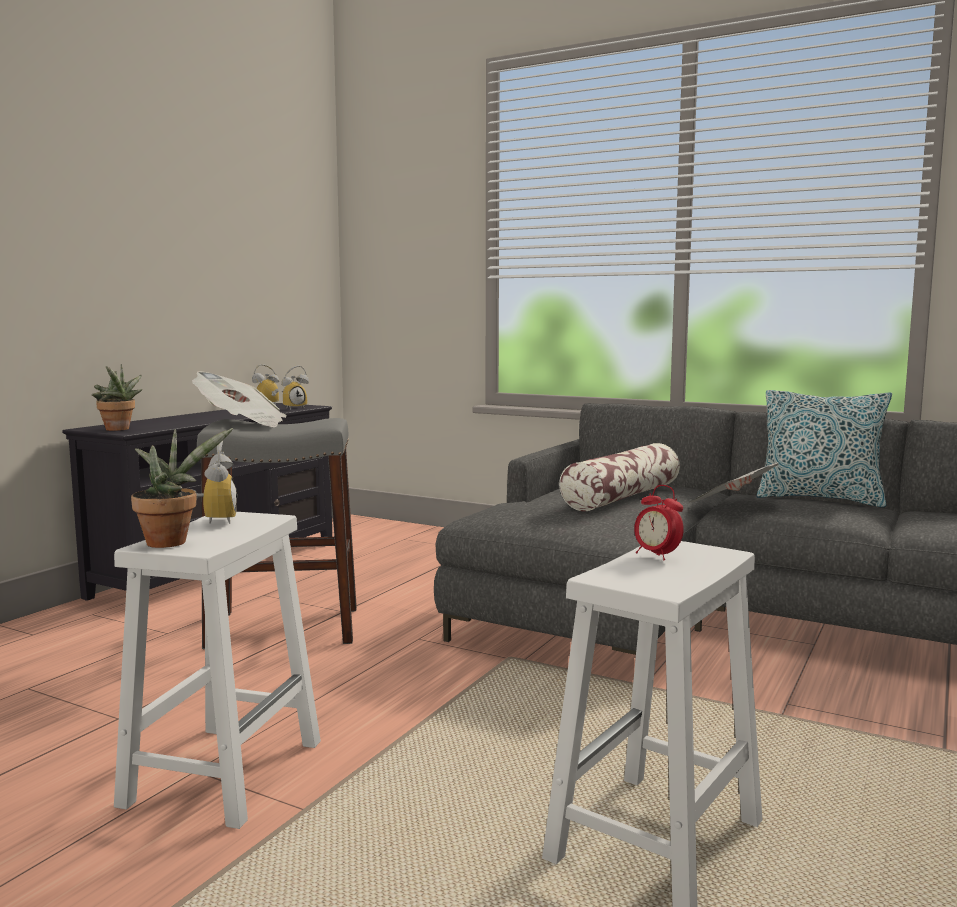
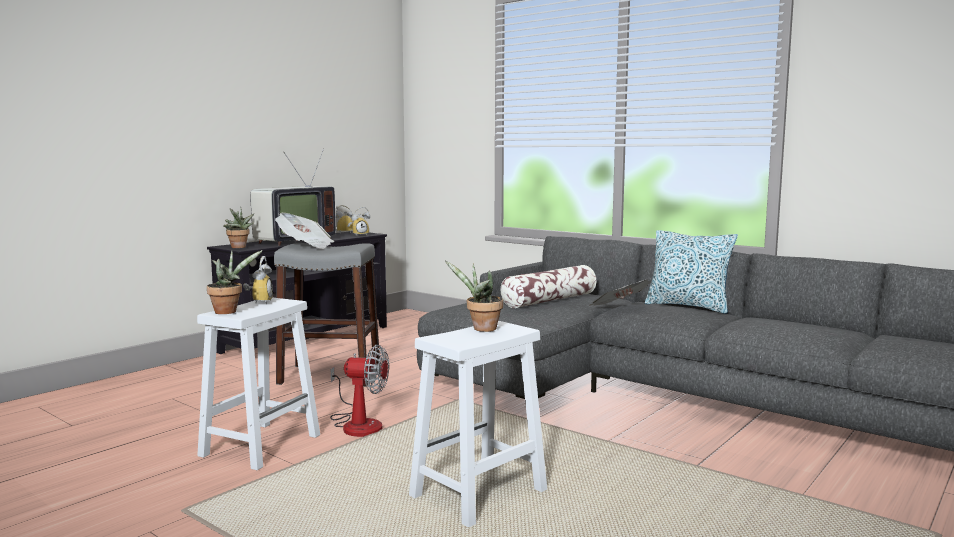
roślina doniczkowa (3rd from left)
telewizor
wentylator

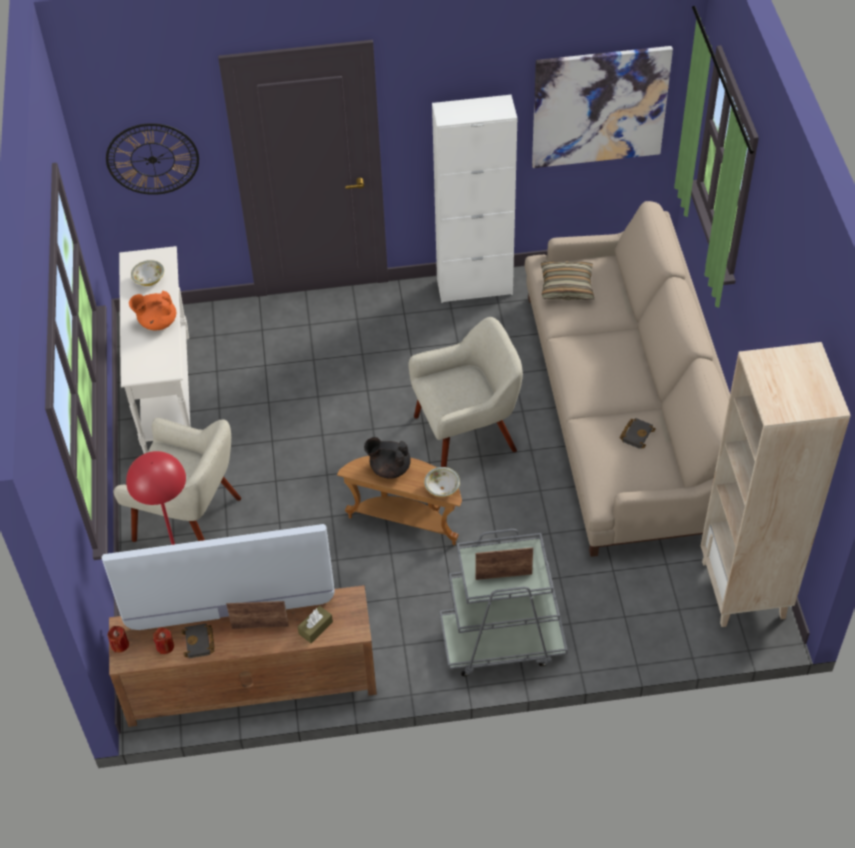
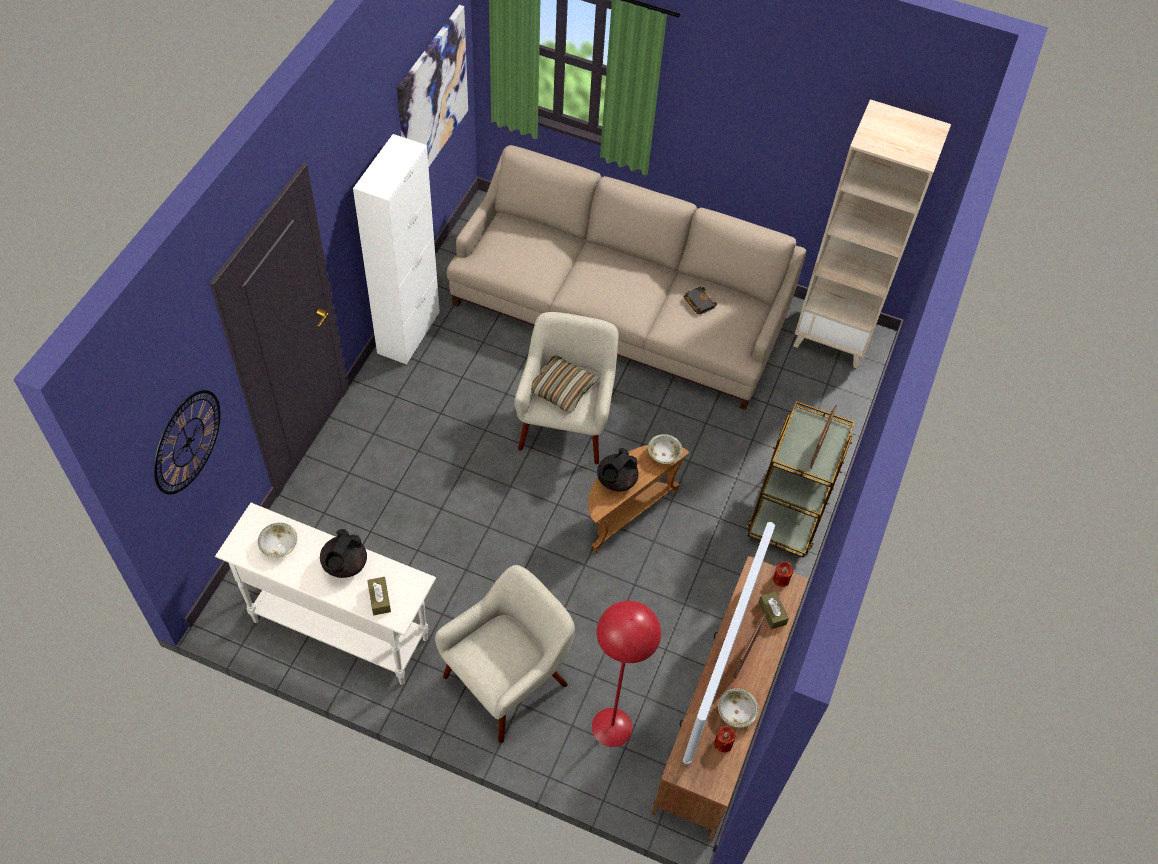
poduszka
imbryk (czarny) (1st from left)
wózek (brązowy)
miska (3rd from left)
świeca (czerwony) (2nd from left)
pudełko chusteczek (brązowy) (1st from left)

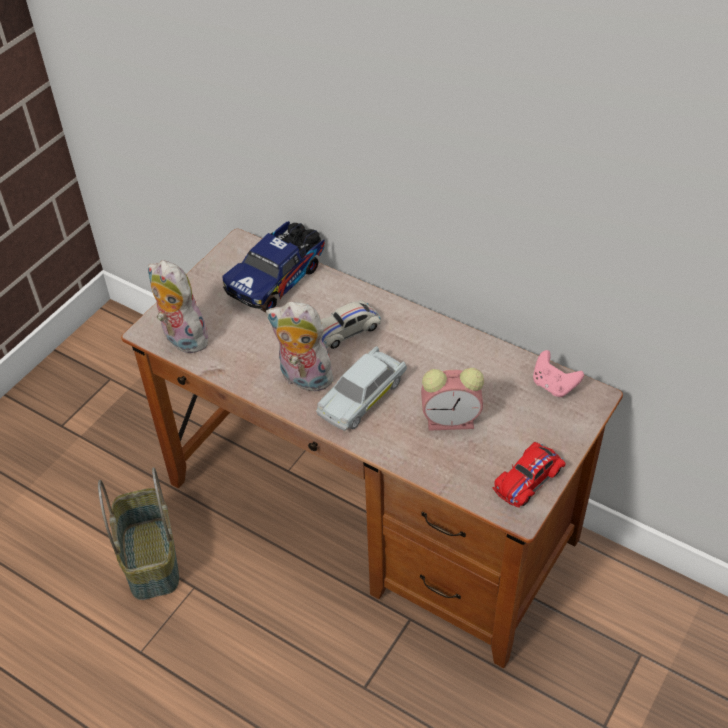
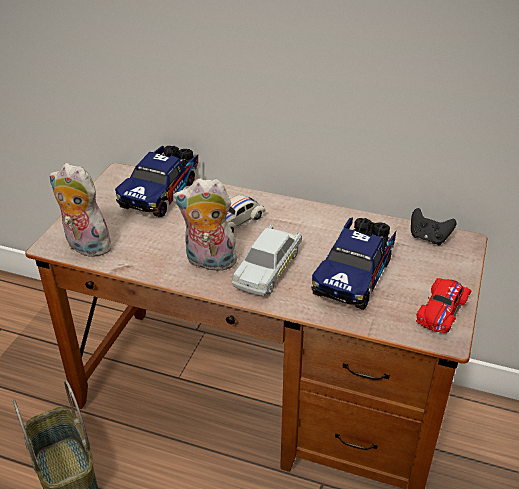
pad do gier (czarny)
ciężarówka zabawkowa (2nd from left)

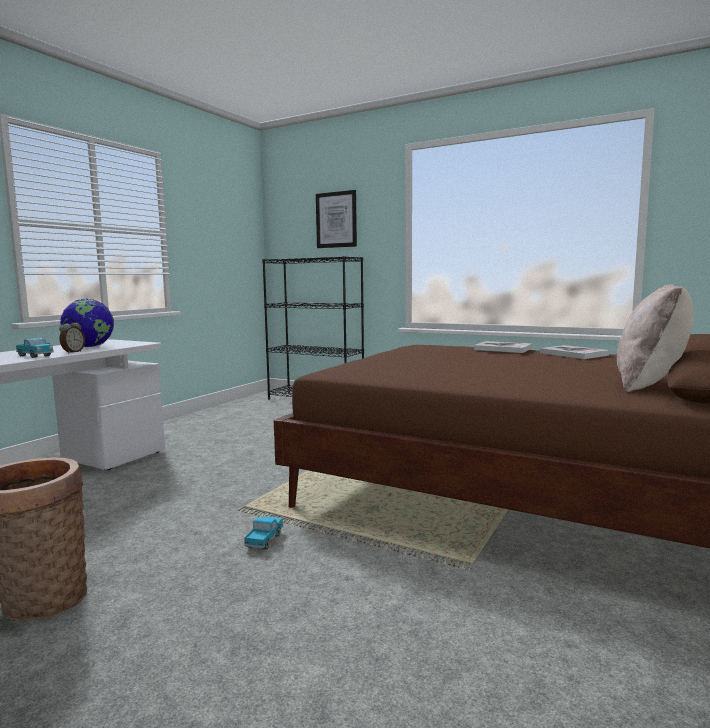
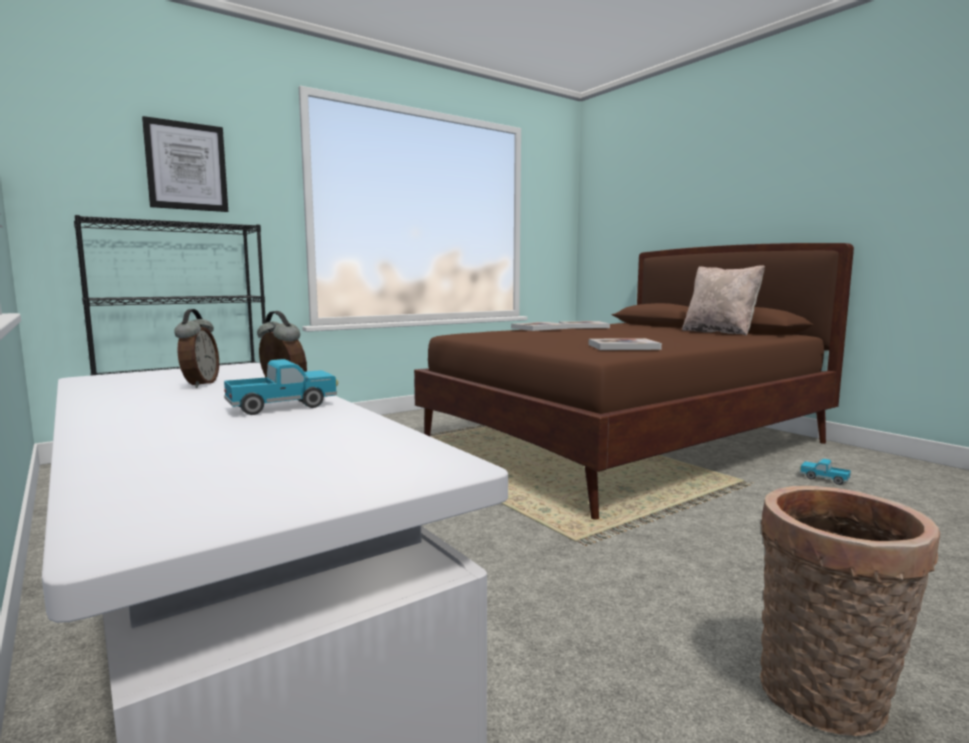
budzik (1st from left)
ciężarówka zabawkowa (2nd from left)
książka (3rd from left)

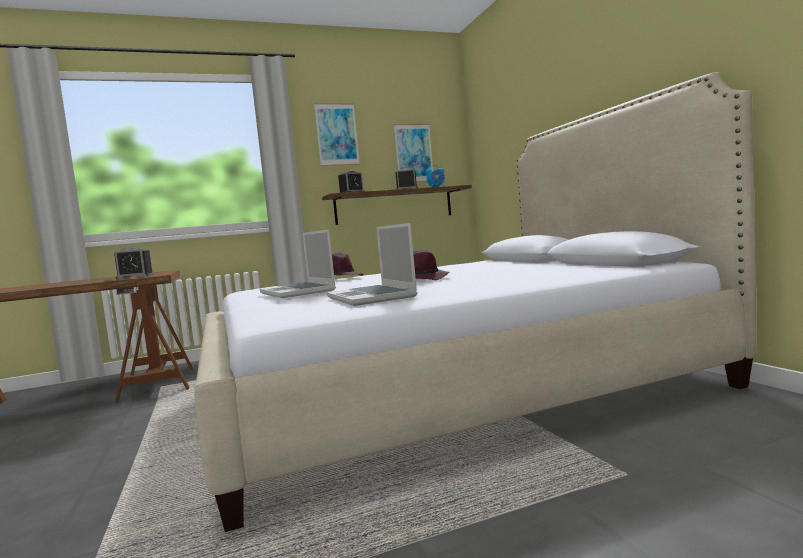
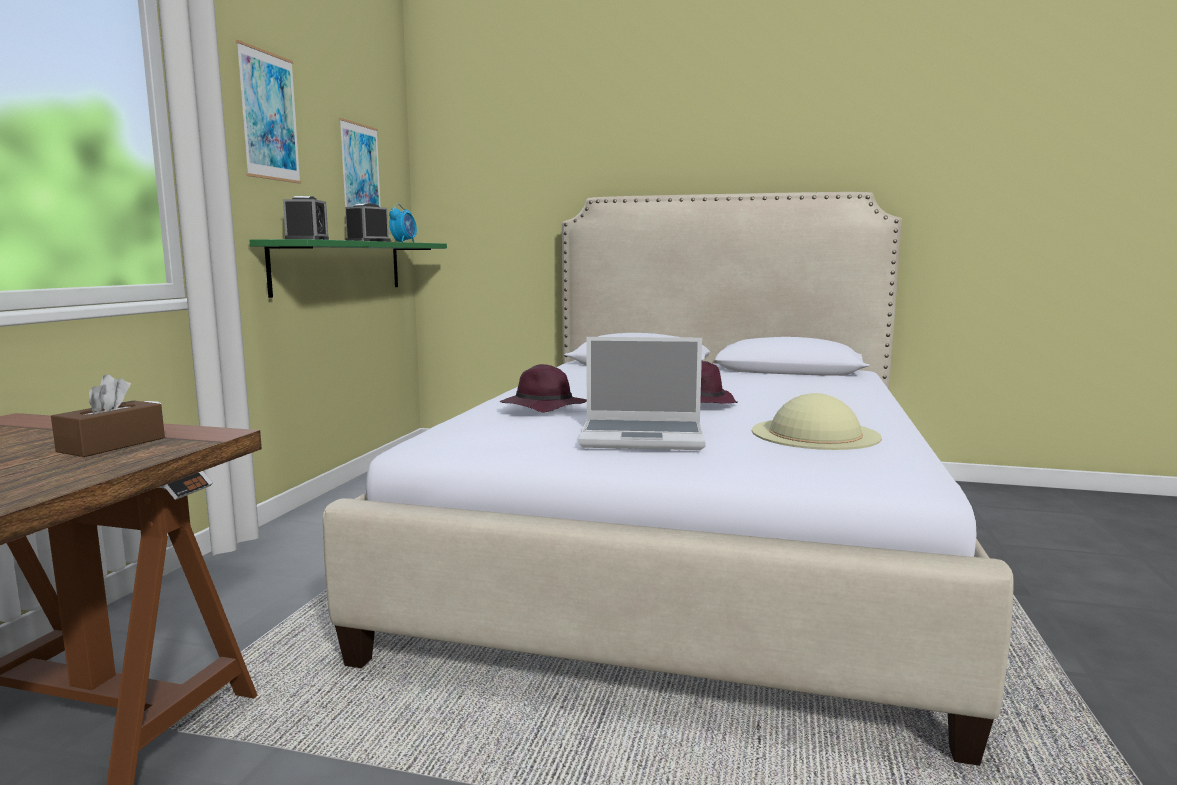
półka (zielony)
kapelusz (beżowy)
pudełko chusteczek (brązowy)

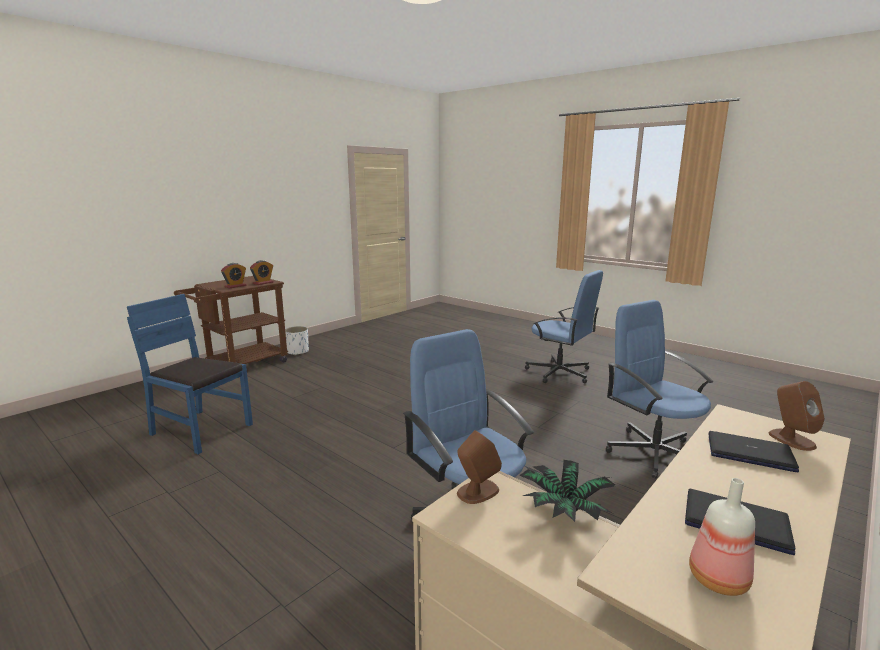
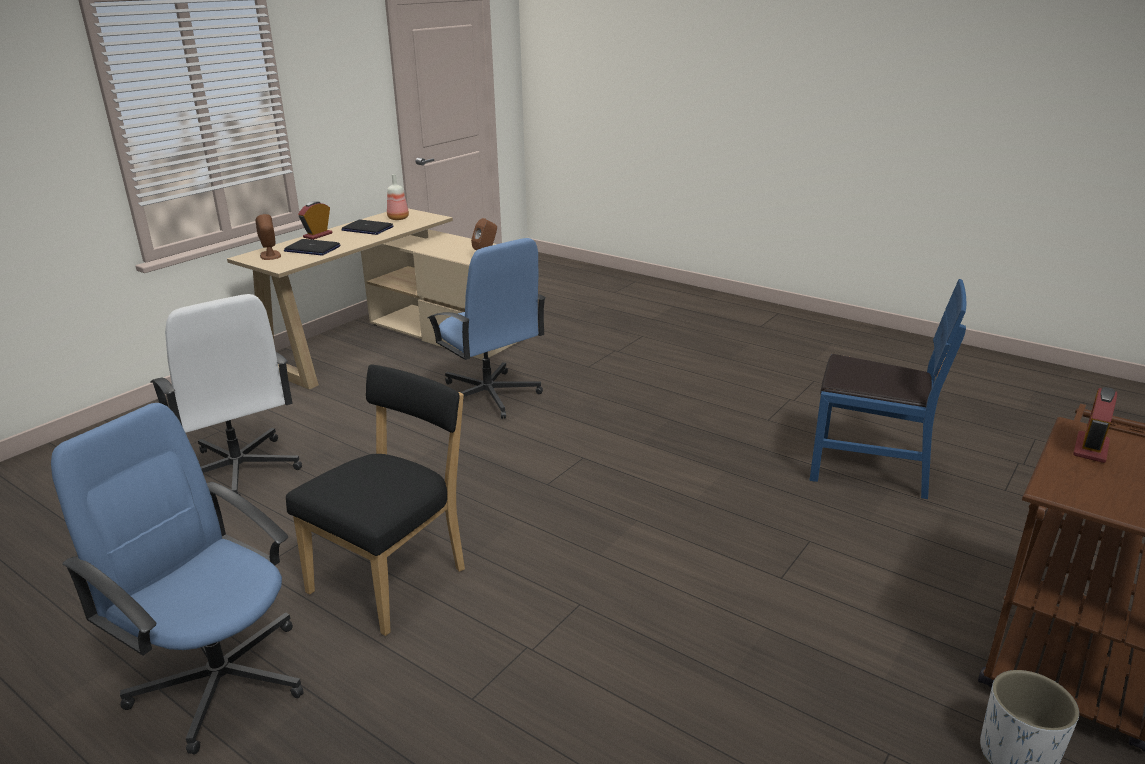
budzik (1st from left)
krzesło biurowe (biały)
roślina doniczkowa
krzesło (czarny)

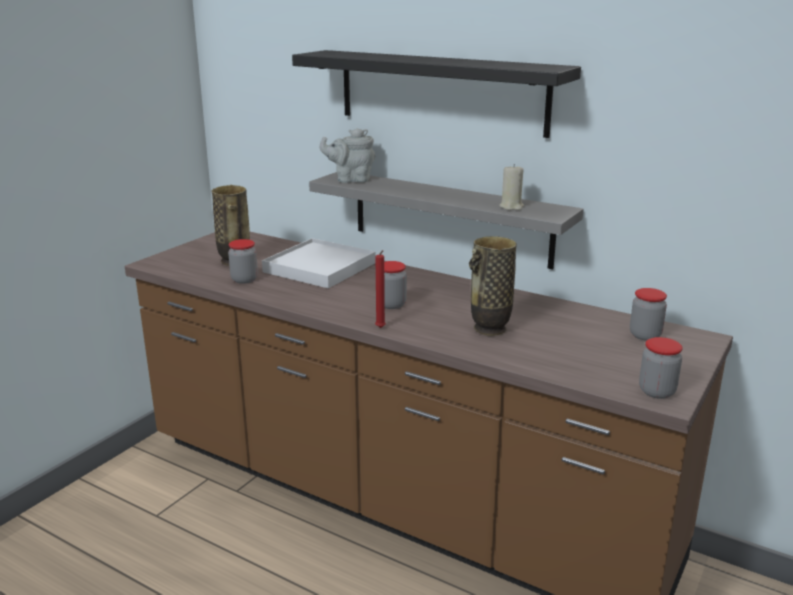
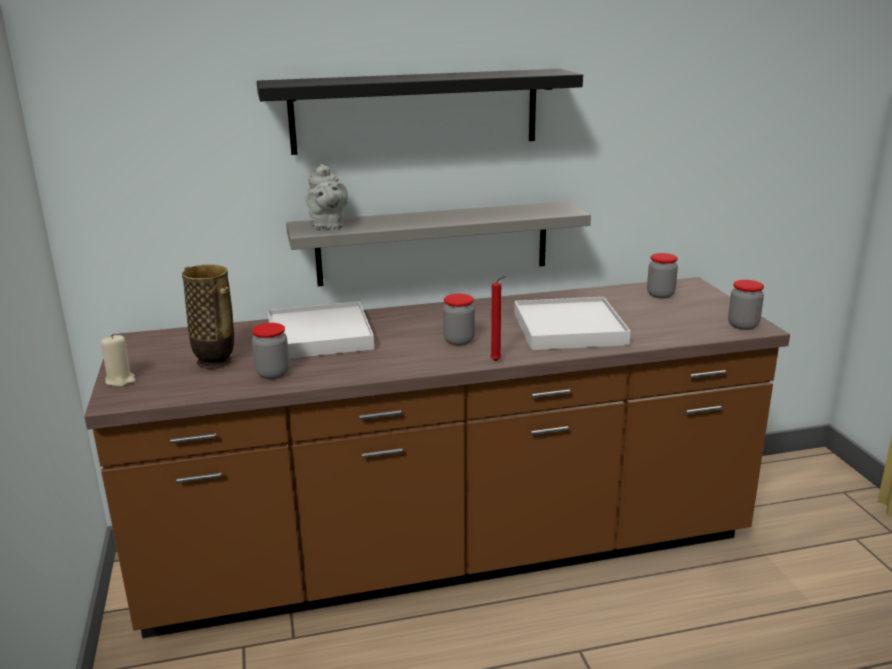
imbryk (szary)
świeca (beżowy)
taca (biały) (2nd from left)

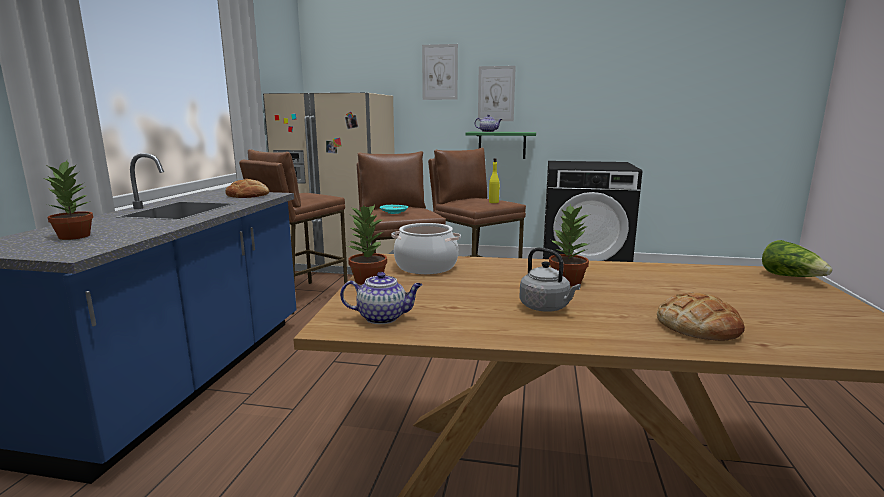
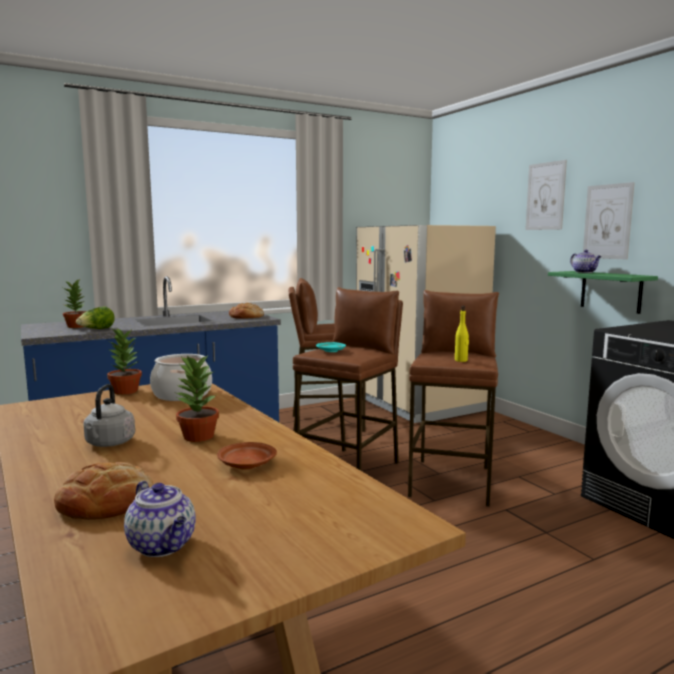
sałata
imbryk (1st from left)
talerz (brązowy)

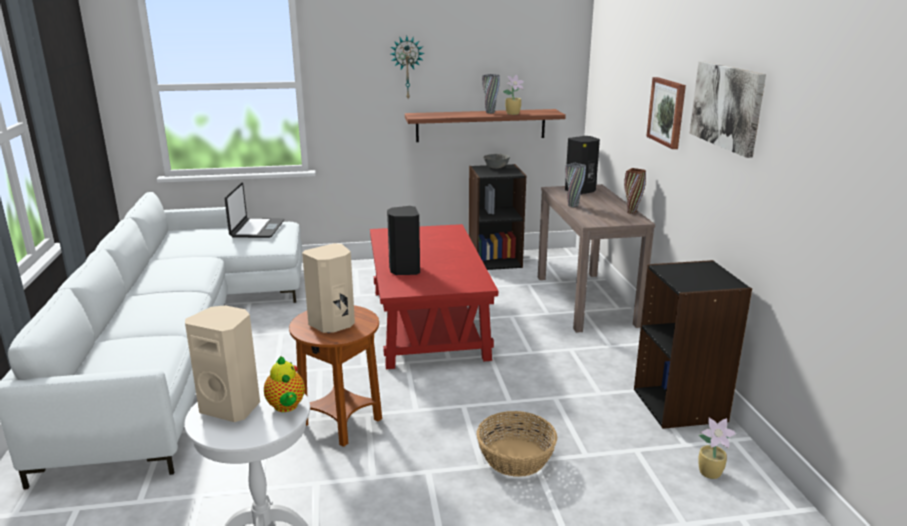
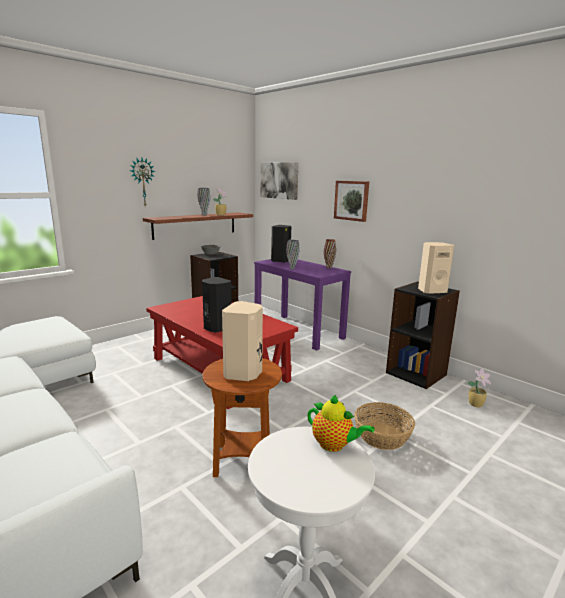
obraz (1st from left)
laptop
stolik konsolowy (fioletowy)
głośnik (beżowy) (2nd from left)

